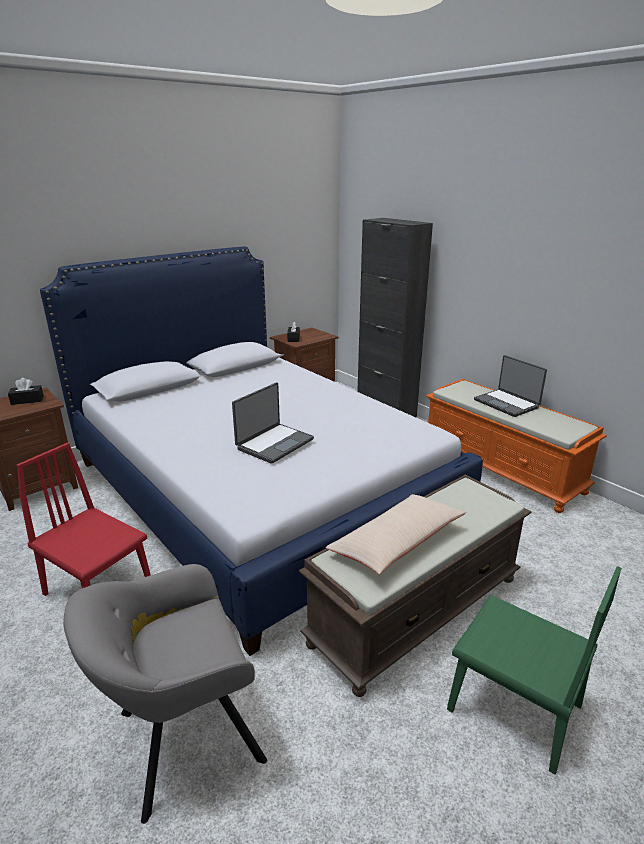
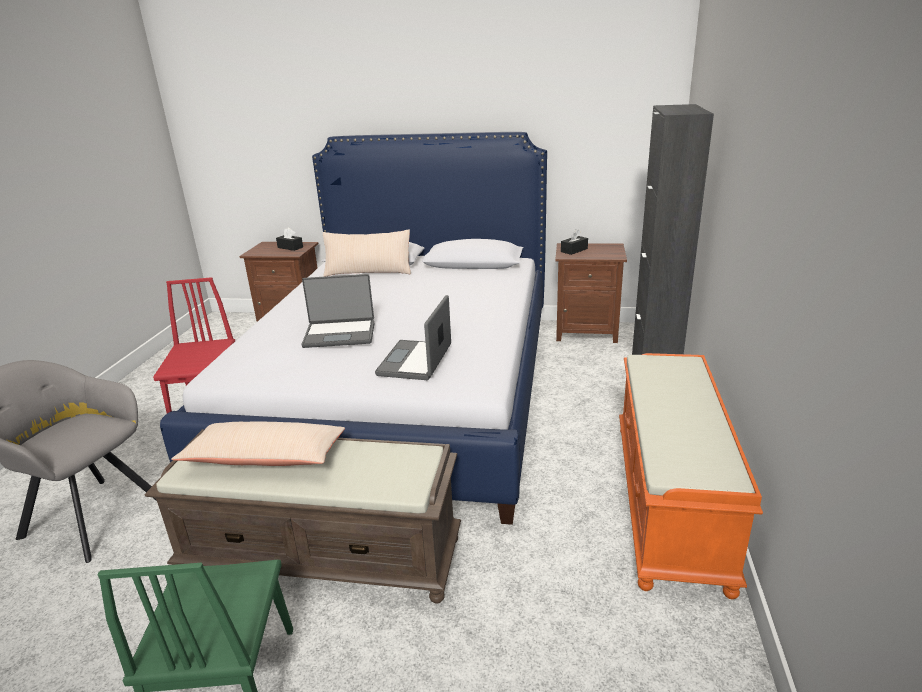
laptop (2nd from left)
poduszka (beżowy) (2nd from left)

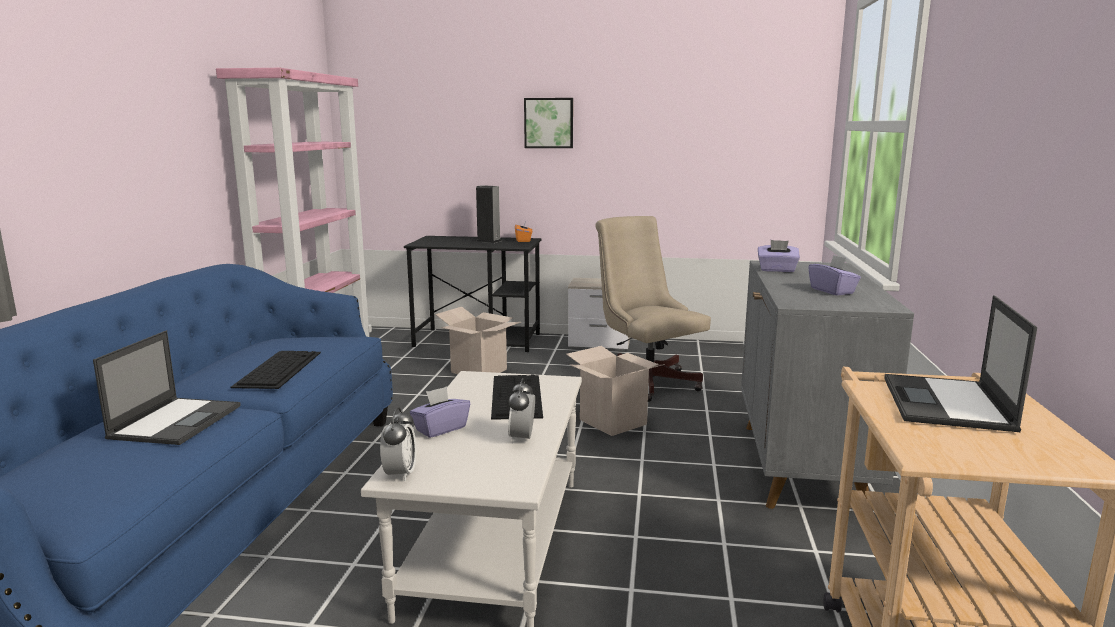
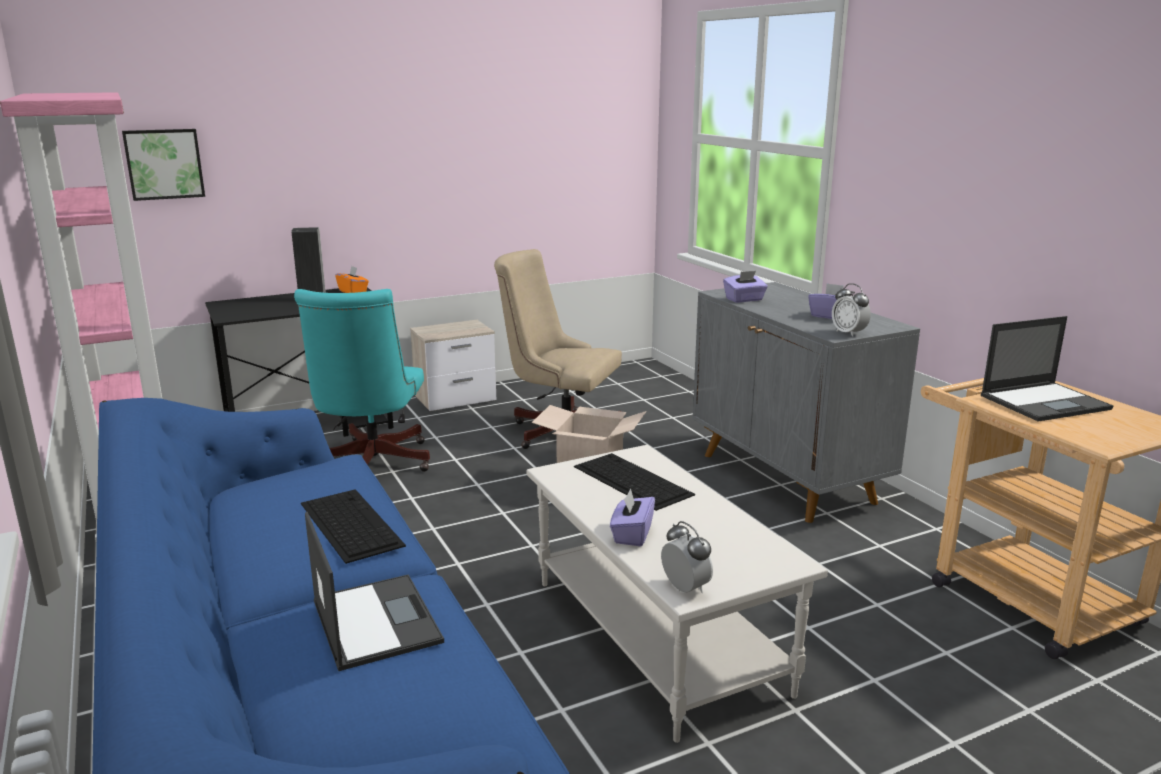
obraz
laptop (2nd from left)
krzesło biurowe (turkusowy)
budzik (2nd from left)

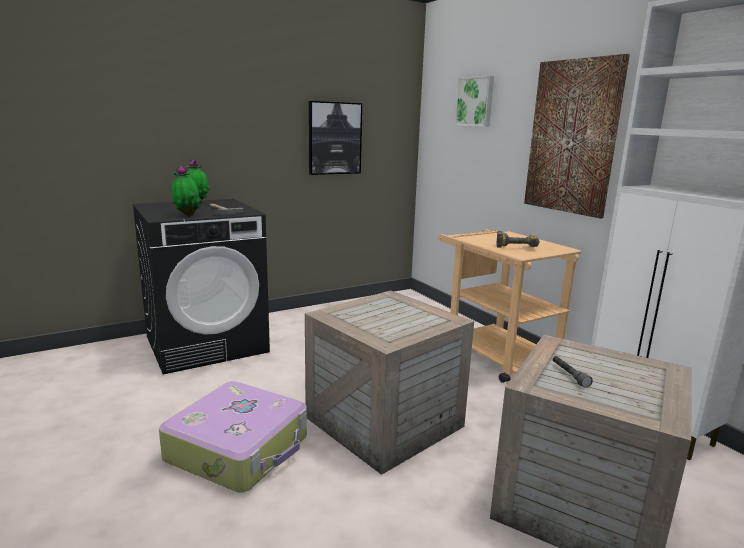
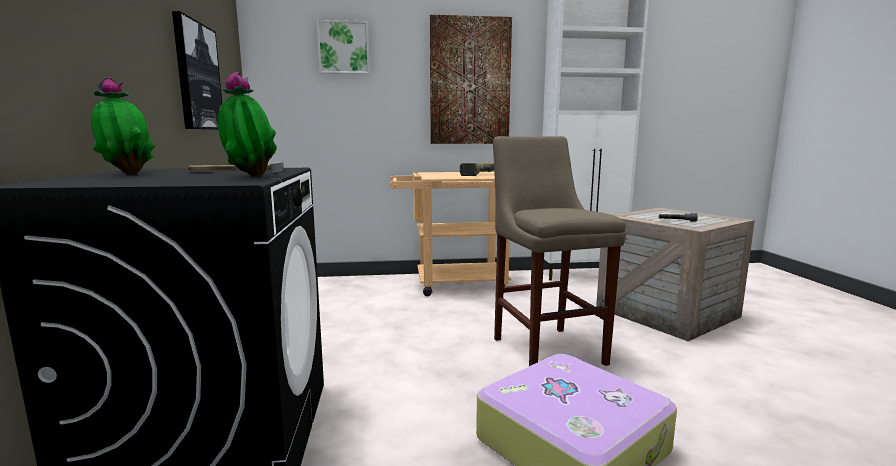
stołek (beżowy)

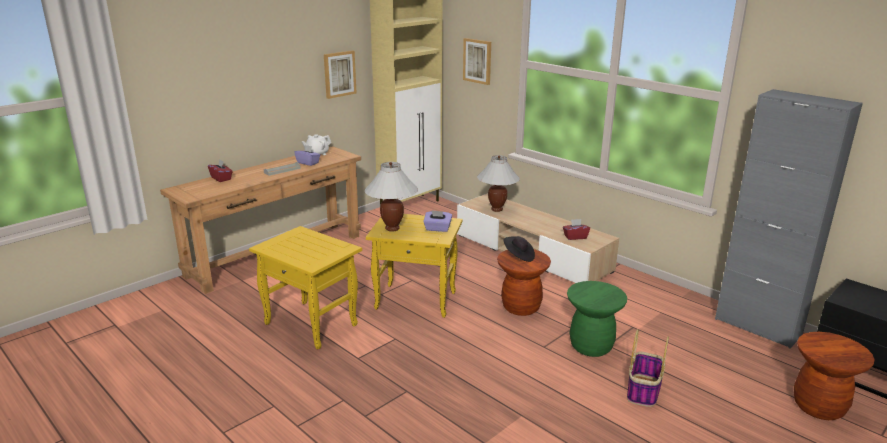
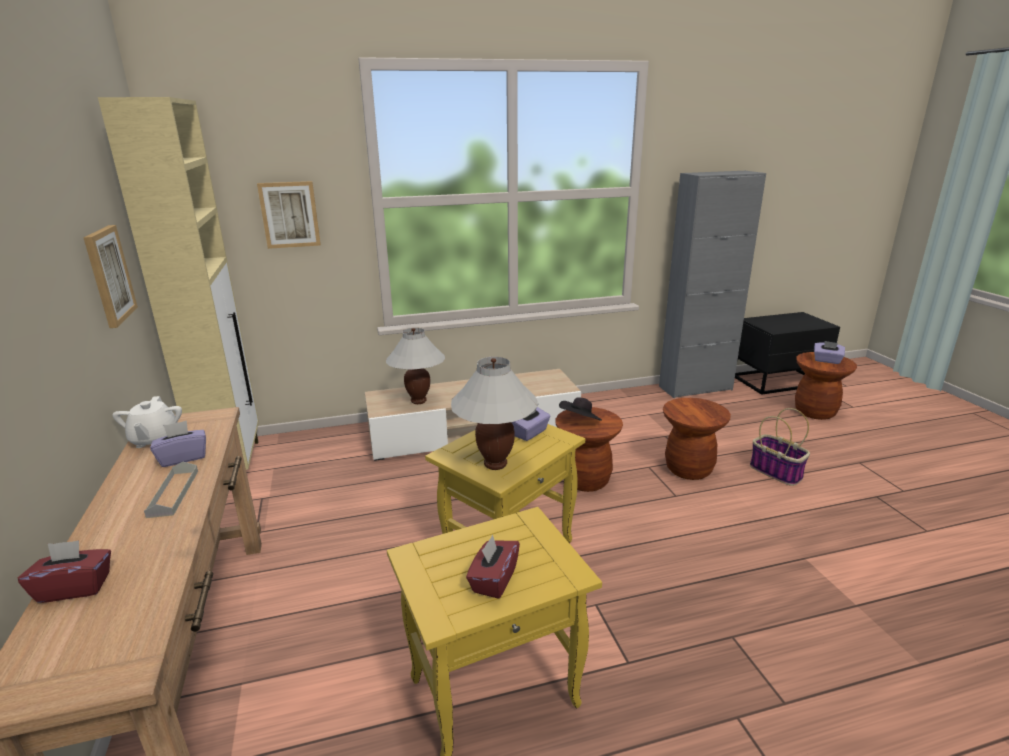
pudełko chusteczek (czerwony) (2nd from left)
stołek (brązowy) (2nd from left)
pudełko chusteczek (fioletowy) (3rd from left)

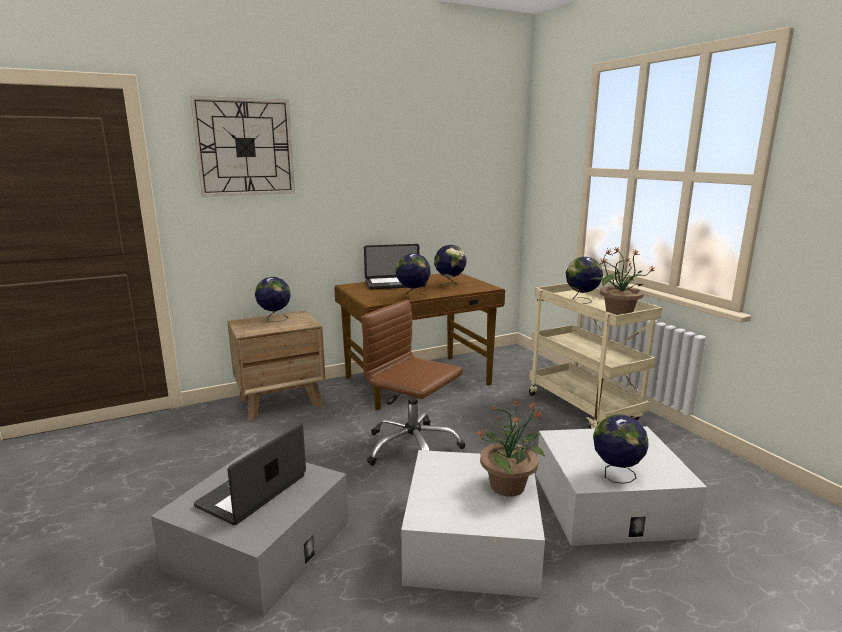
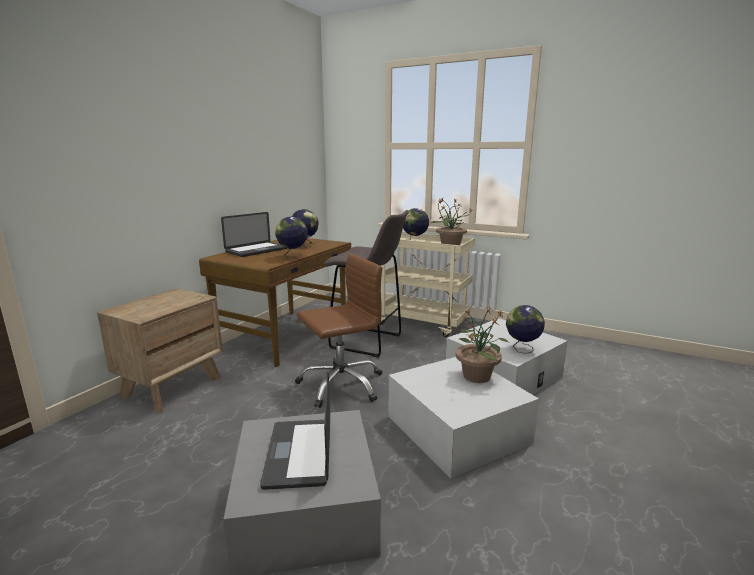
zegar ścienny
globus (1st from left in the first image)
krzesło biurowe (brązowy)
stołek (szary)

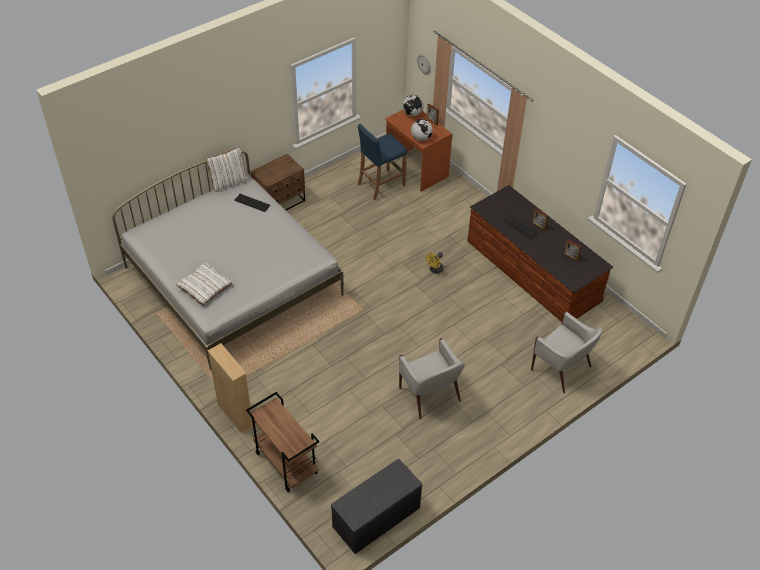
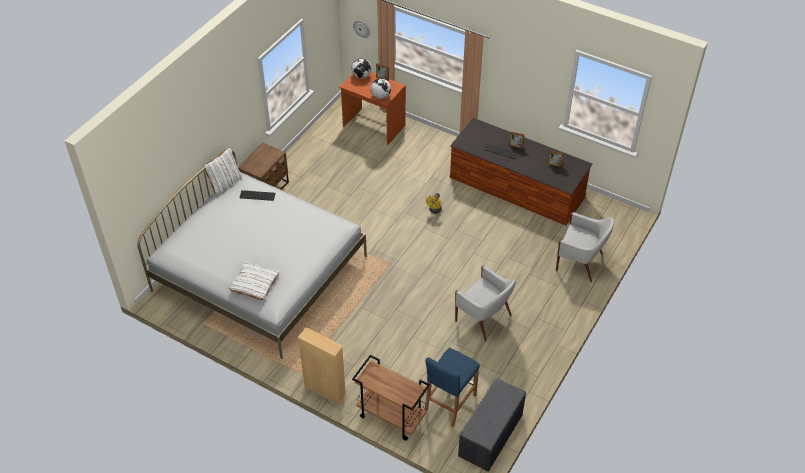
stołek (niebieski)

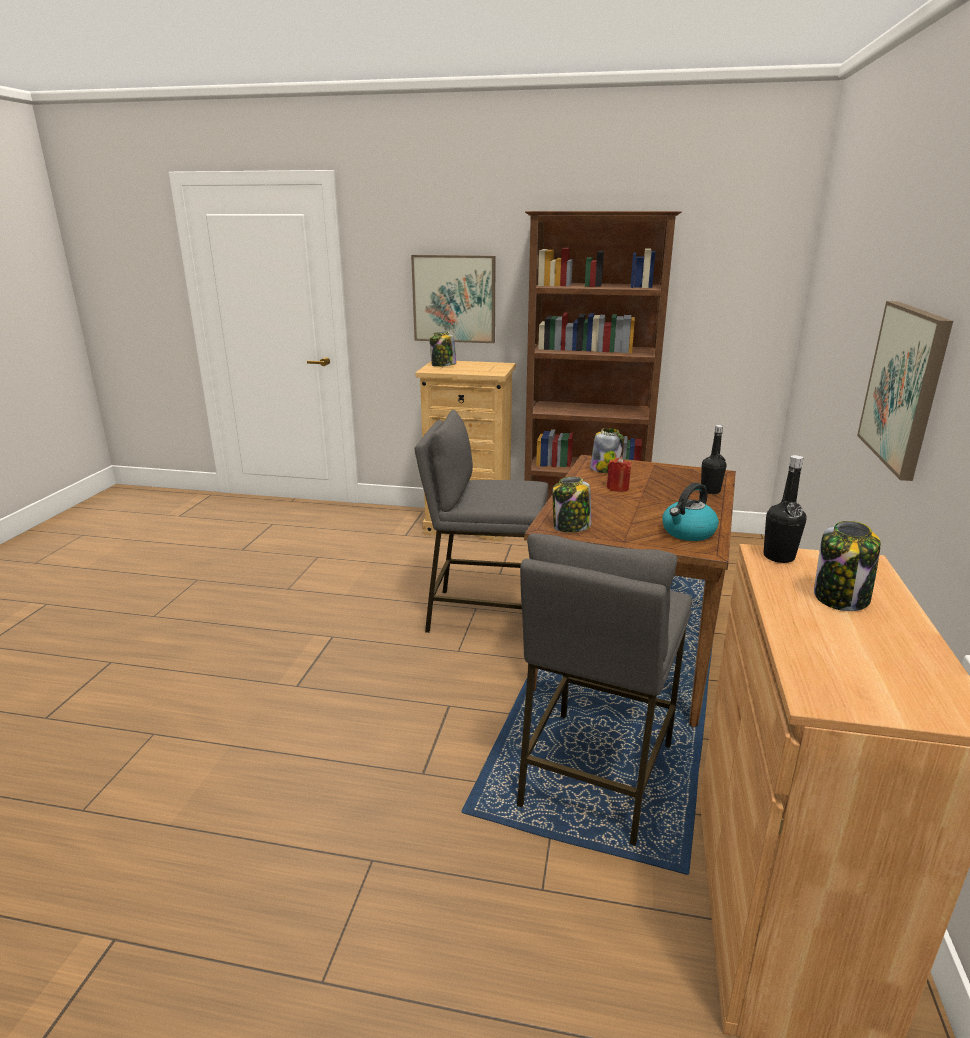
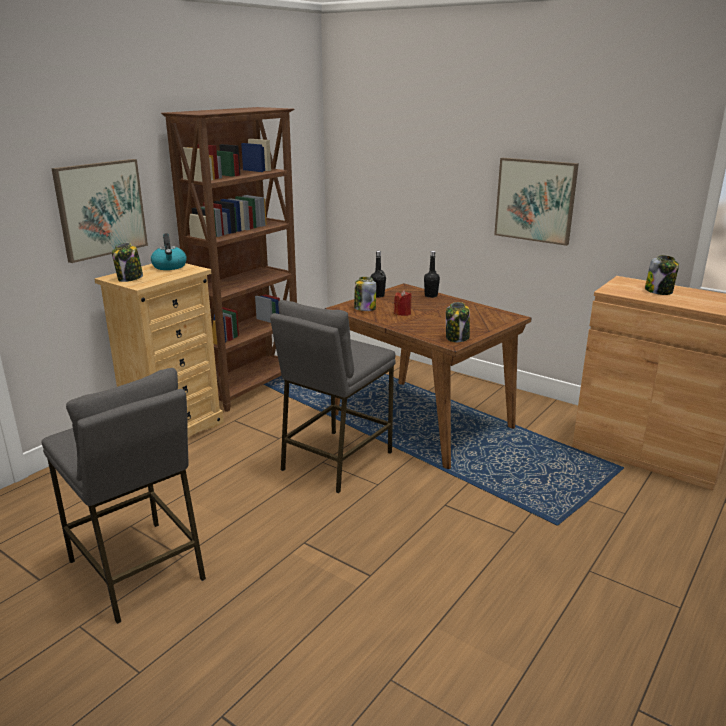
butelka (czarny) (1st from left)
czajnik
stołek (szary) (1st from left)

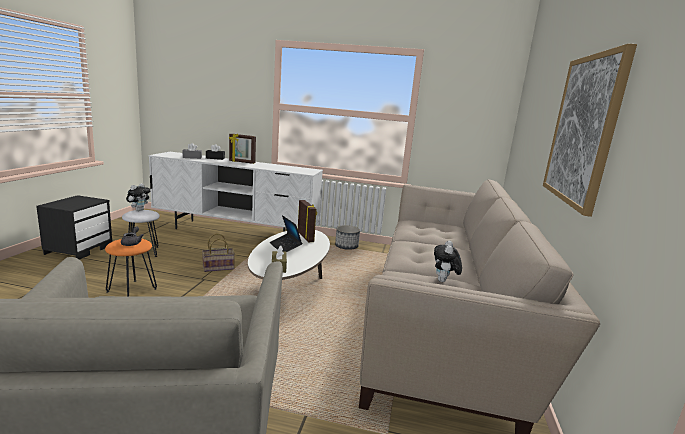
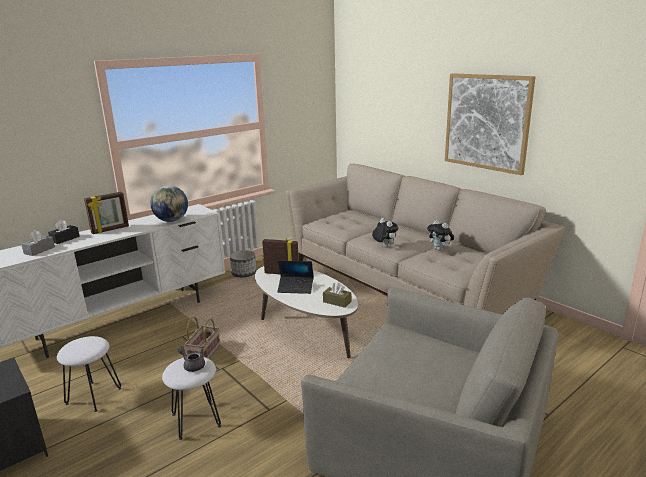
pluszak (1st from left)
stołek (biały) (2nd from left)
globus

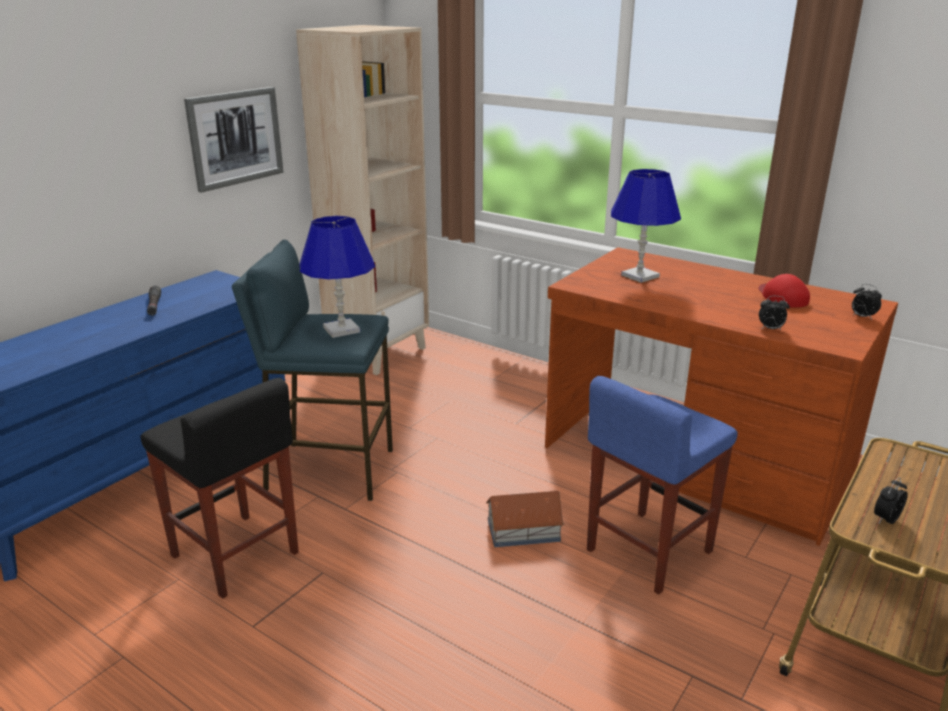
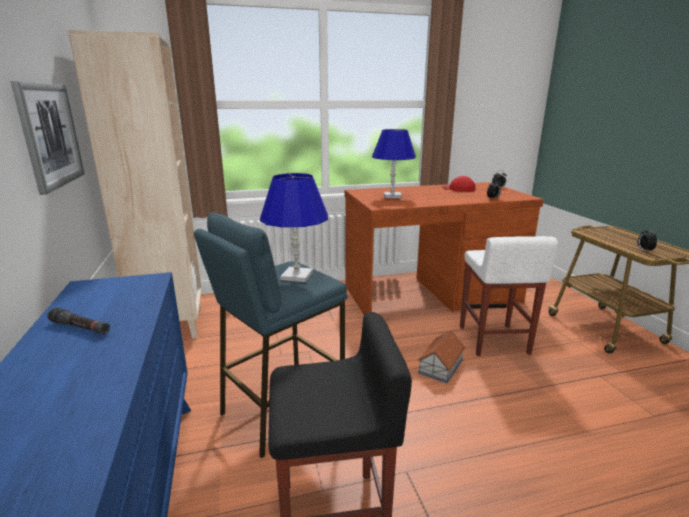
stołek (biały)

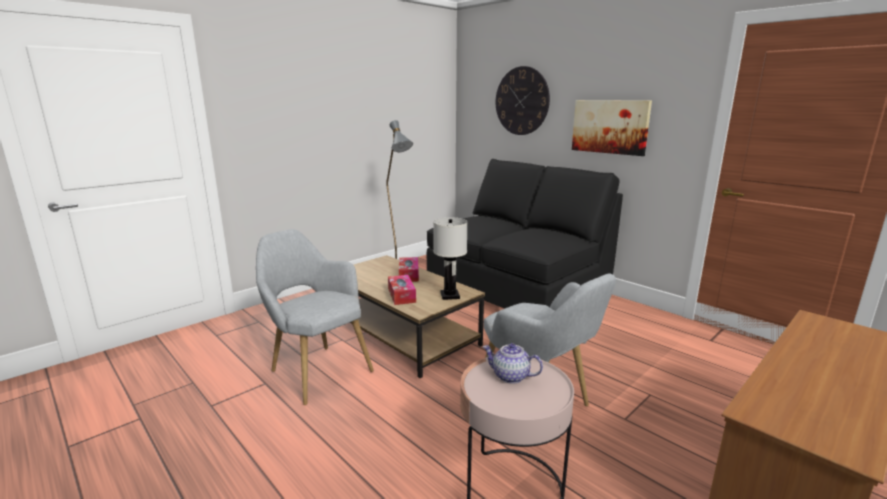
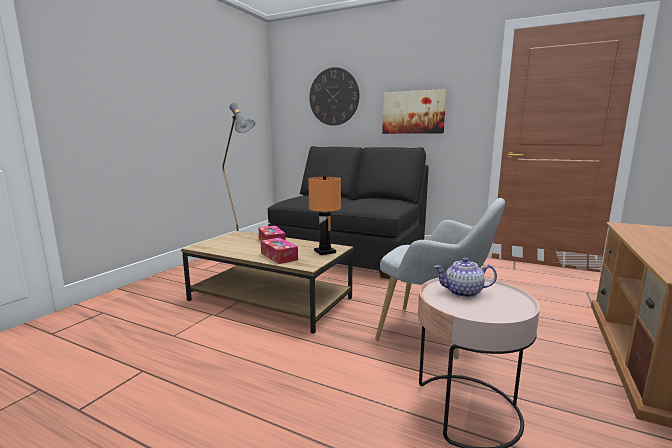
lampa stołowa (pomarańczowy)
fotel (szary) (1st from left in the first image)

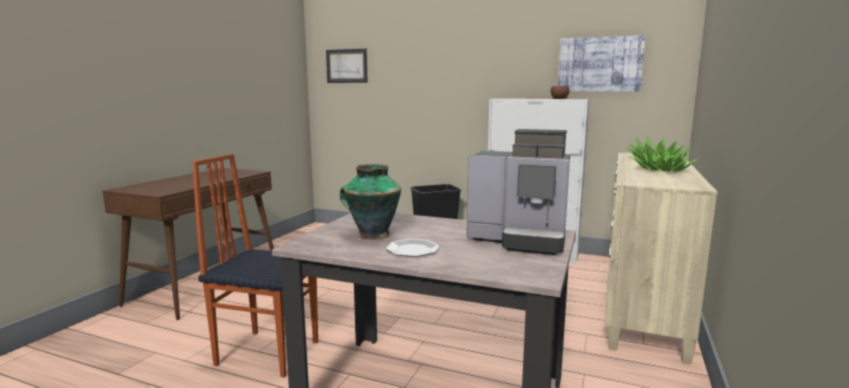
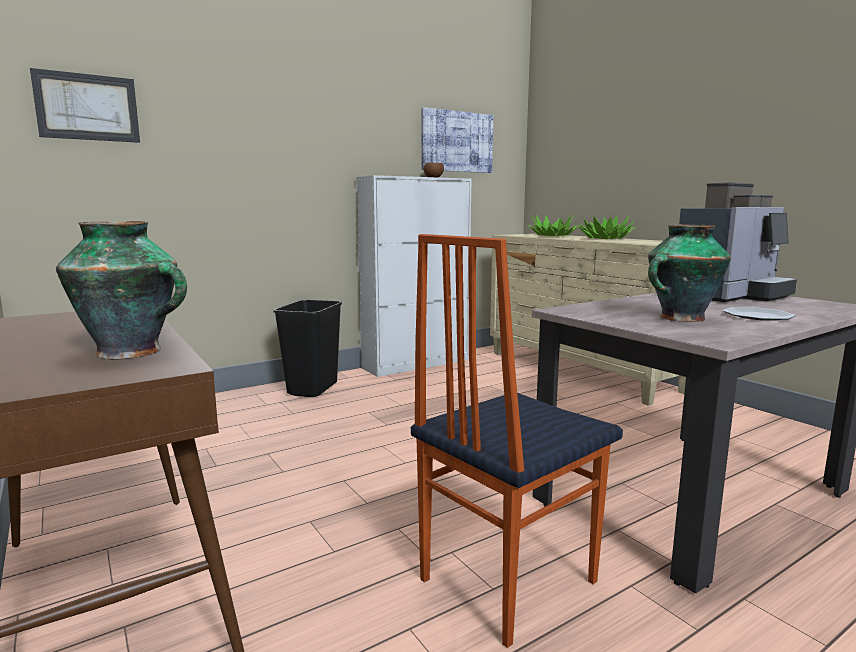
wazon (1st from left)

